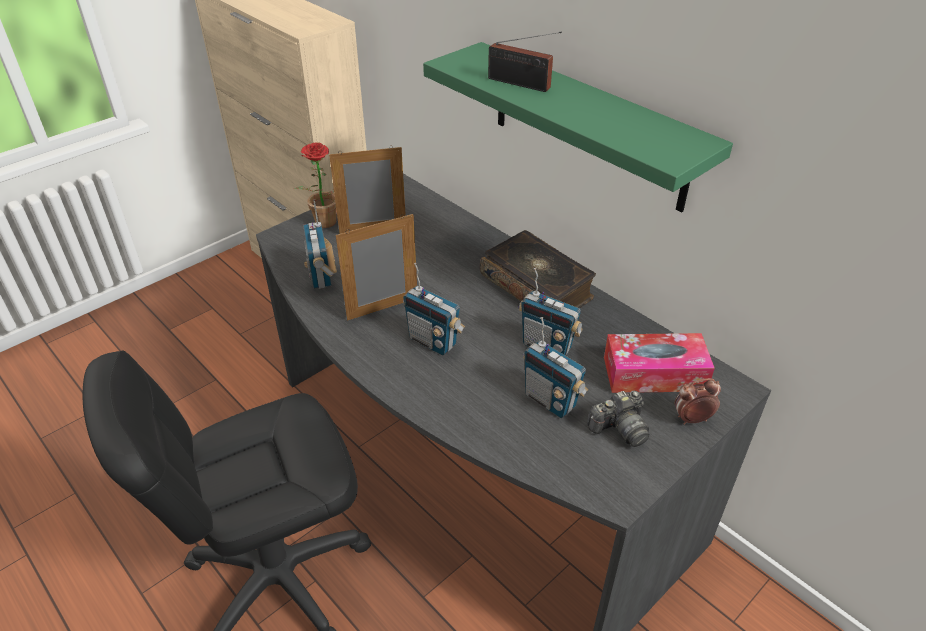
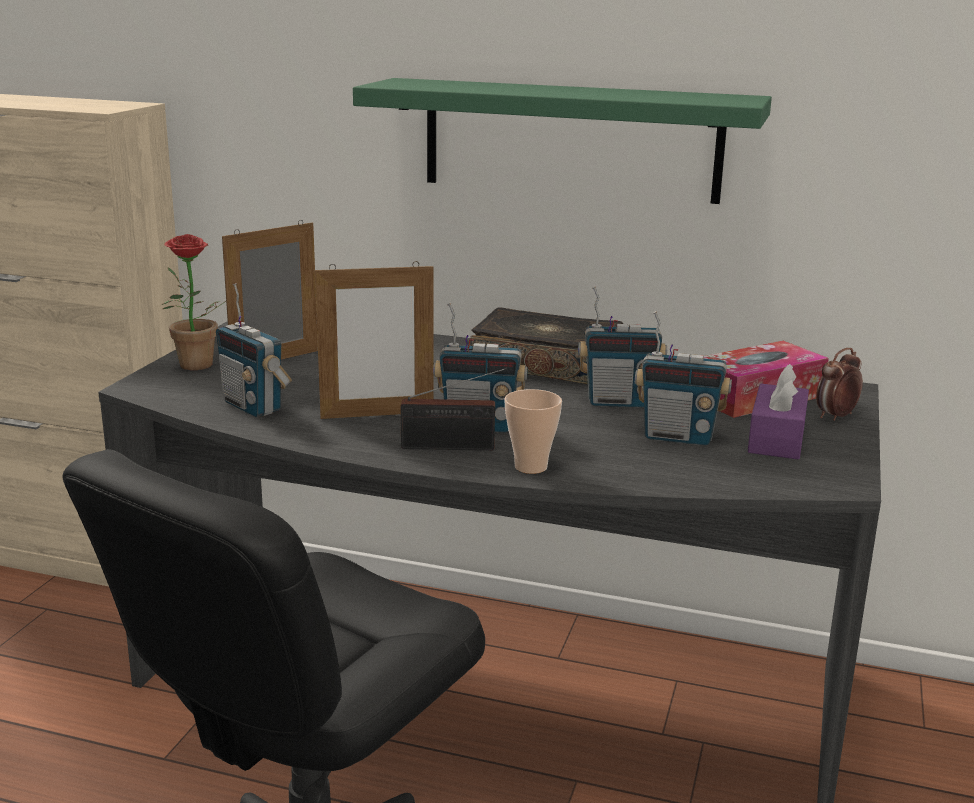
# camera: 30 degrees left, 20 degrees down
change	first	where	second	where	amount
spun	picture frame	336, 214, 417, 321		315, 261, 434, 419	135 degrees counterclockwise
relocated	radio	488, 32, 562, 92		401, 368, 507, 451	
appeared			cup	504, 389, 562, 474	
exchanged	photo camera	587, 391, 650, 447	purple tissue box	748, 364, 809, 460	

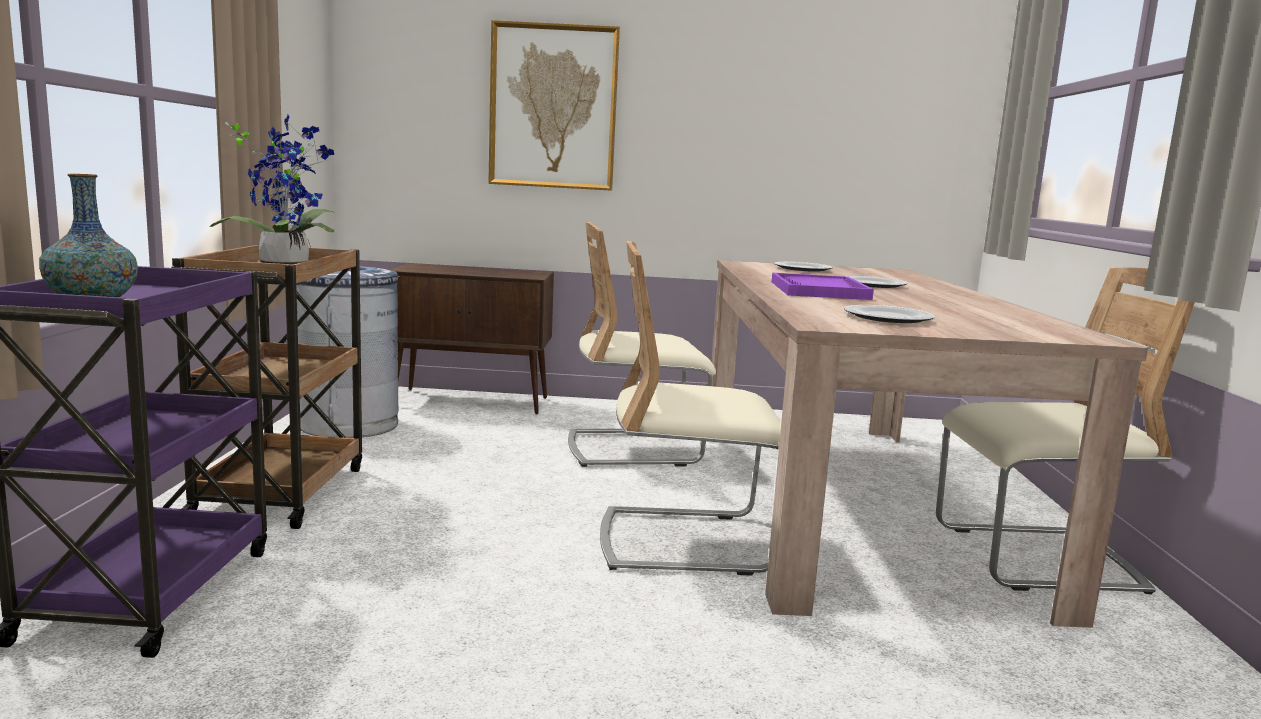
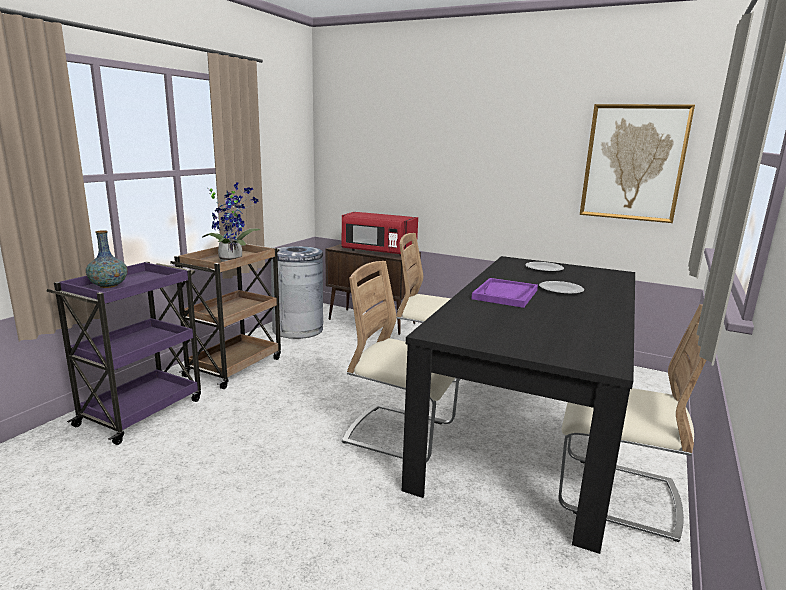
# camera: 25 degrees right, 5 degrees up
change	first	where	second	where	amount
appeared			red microwave	342, 212, 418, 256	
colour	beige dining table	712, 260, 1148, 628	black dining table	402, 256, 635, 554	
relocated	picture	488, 20, 620, 191		580, 104, 695, 223	
missing	plate	844, 305, 935, 323			

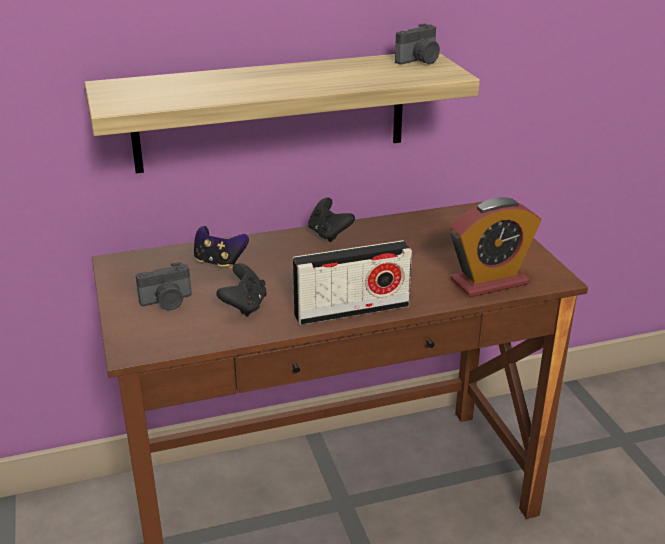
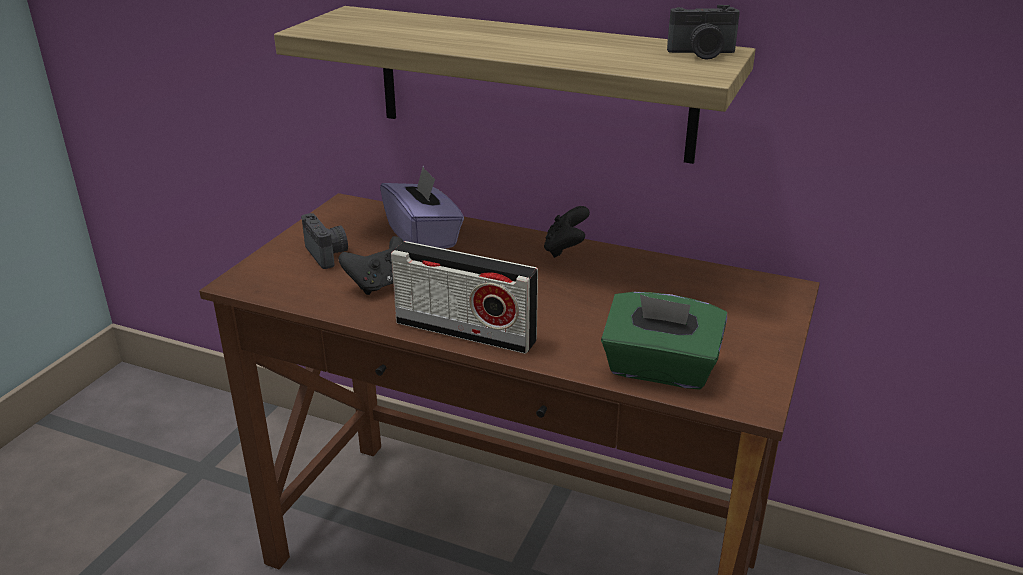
# camera: 40 degrees right, 0 degrees up
change	first	where	second	where	amount
spun	photo camera	136, 262, 192, 310		301, 213, 348, 269	135 degrees counterclockwise
exchanged	game controller	194, 226, 249, 269	purple tissue box	380, 166, 464, 249	
exchanged	alarm clock	450, 197, 541, 297	green tissue box	601, 292, 727, 389	

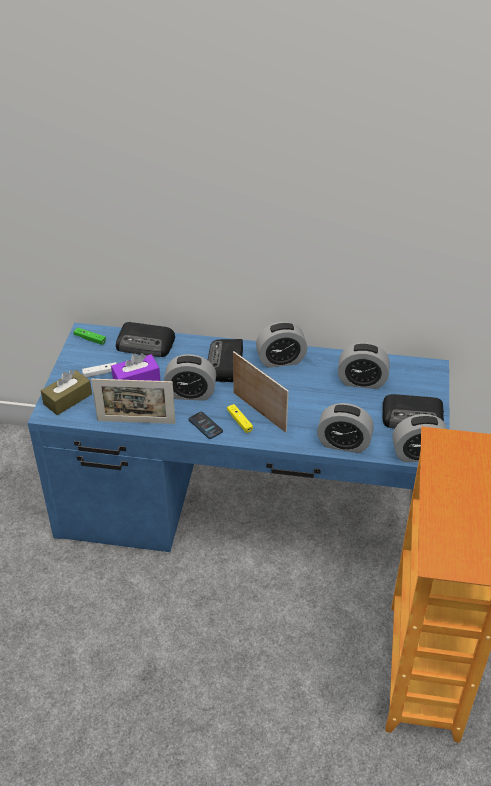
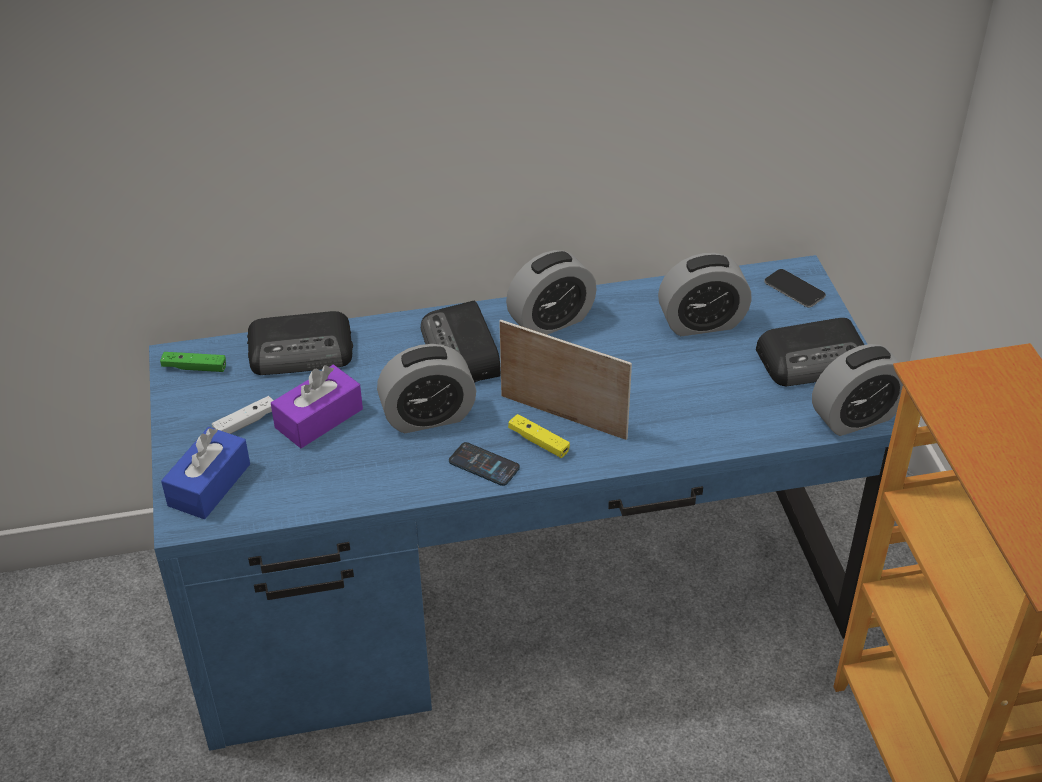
# camera: 20 degrees left, 0 degrees up
change	first	where	second	where	amount
colour	brown tissue box	41, 370, 92, 415	blue tissue box	161, 427, 250, 519	
appeared			phone	764, 269, 826, 308	
missing	picture frame	91, 379, 176, 424			
missing	alarm clock	317, 403, 374, 453			

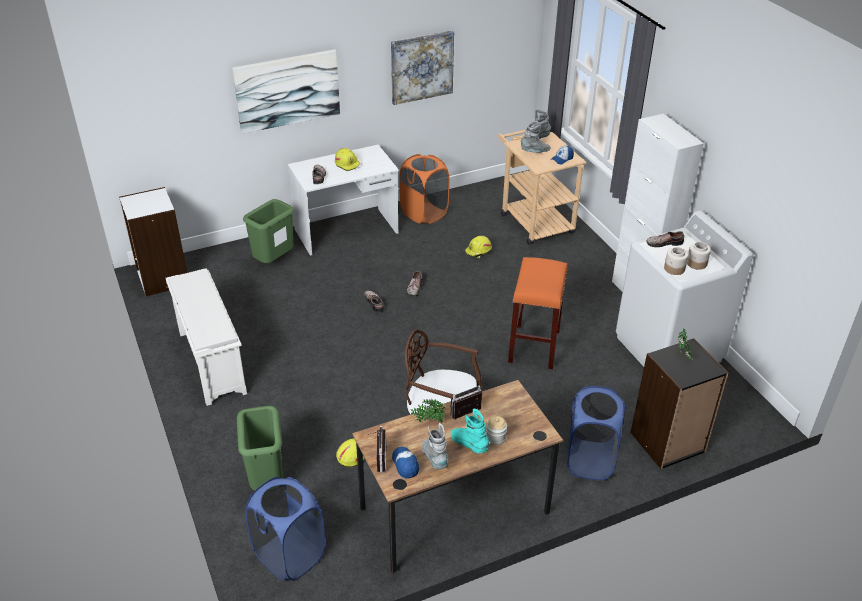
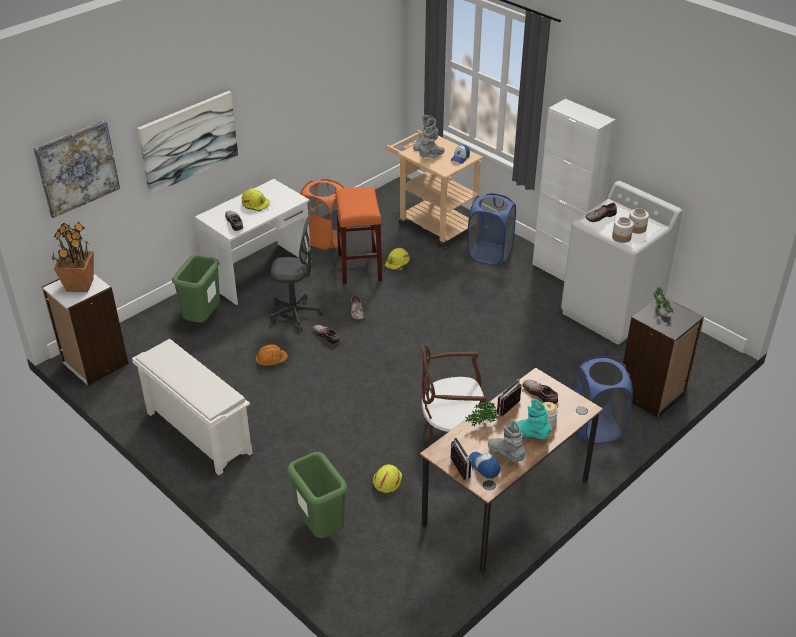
# camera: 20 degrees left, 0 degrees up
change	first	where	second	where	amount
relocated	picture	391, 31, 454, 105		33, 120, 120, 218	
appeared			potted plant	52, 222, 94, 292	
appeared			orange hard hat	256, 344, 288, 366	
appeared			grey office chair	270, 217, 323, 331	
relocated	orange stool	508, 257, 567, 369		335, 187, 382, 284	
relocated	blue laundry basket	245, 477, 325, 581		467, 193, 516, 265	
appeared			shoe	523, 380, 558, 404	

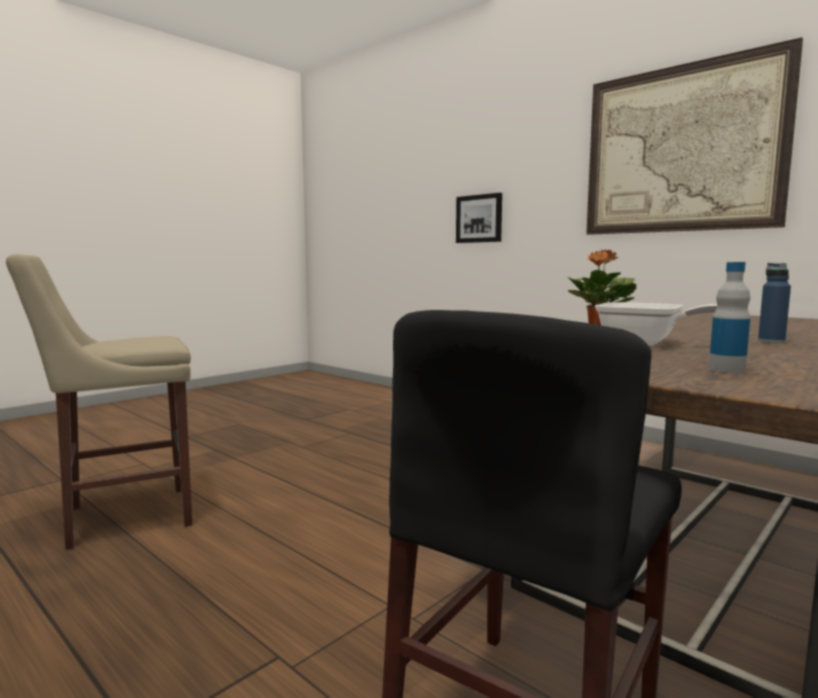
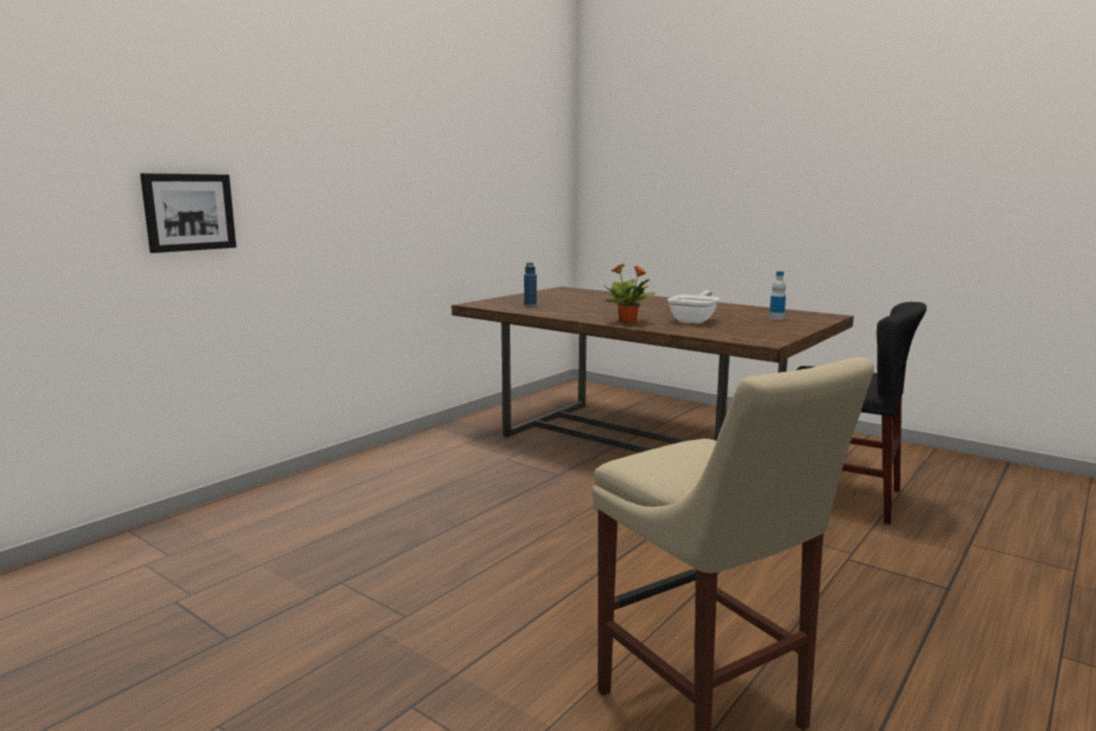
# camera: 95 degrees left, 5 degrees up
change	first	where	second	where	amount
relocated	blue bottle	758, 263, 791, 343		524, 263, 537, 306	
missing	picture	586, 37, 803, 235			

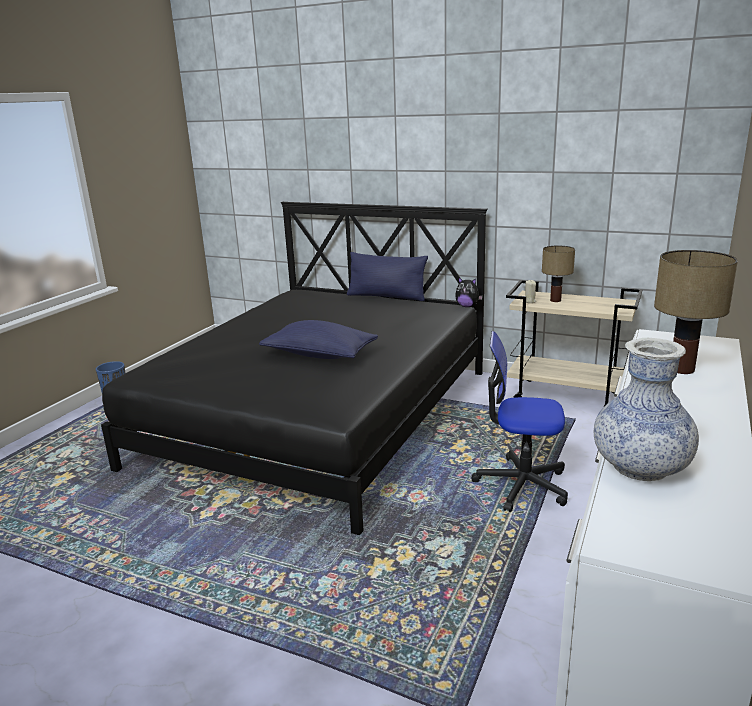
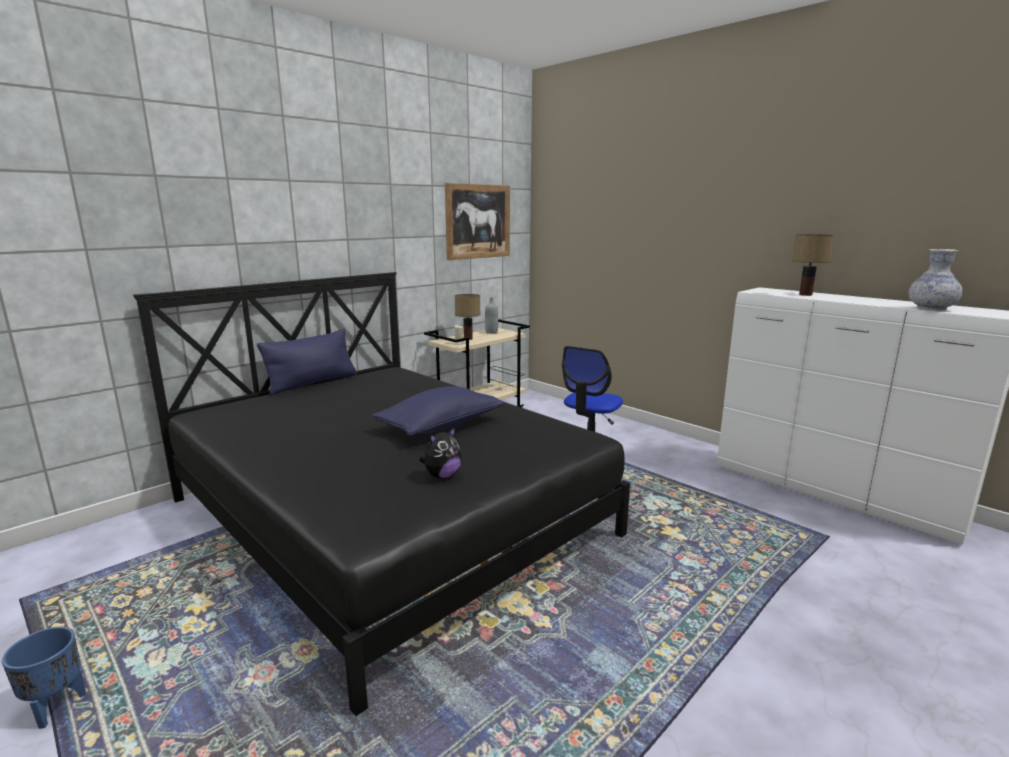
# camera: 70 degrees left, 5 degrees down
change	first	where	second	where	amount
relocated	plush toy	455, 278, 483, 307		419, 427, 462, 479	
appeared			picture	445, 183, 510, 260	
appeared			grey bottle	485, 297, 498, 334	

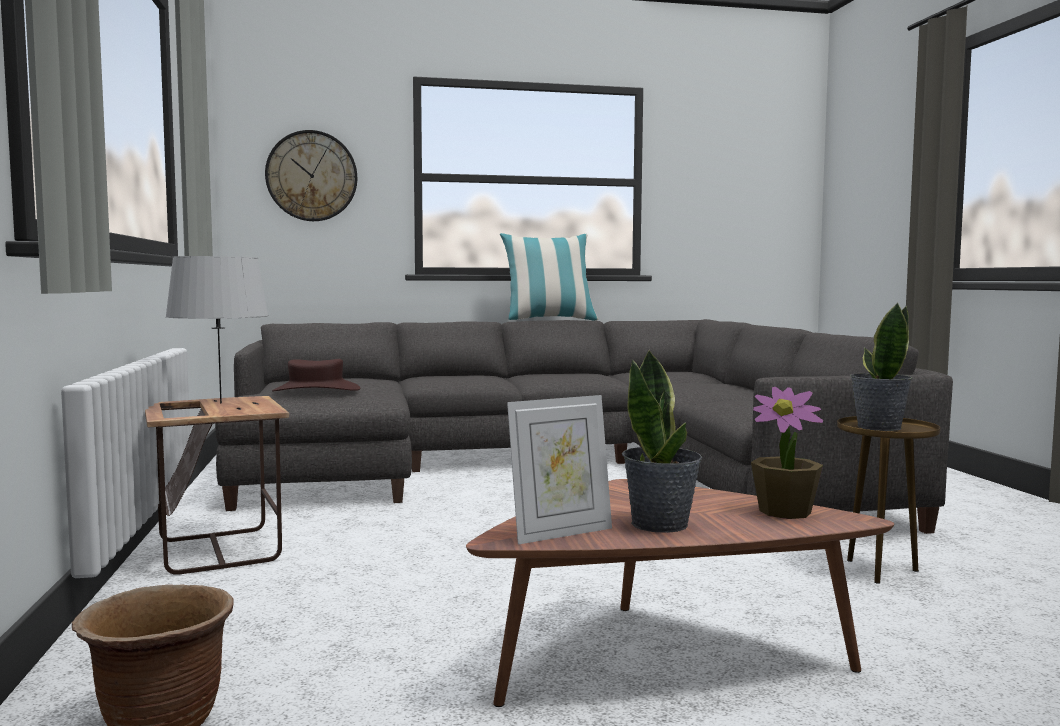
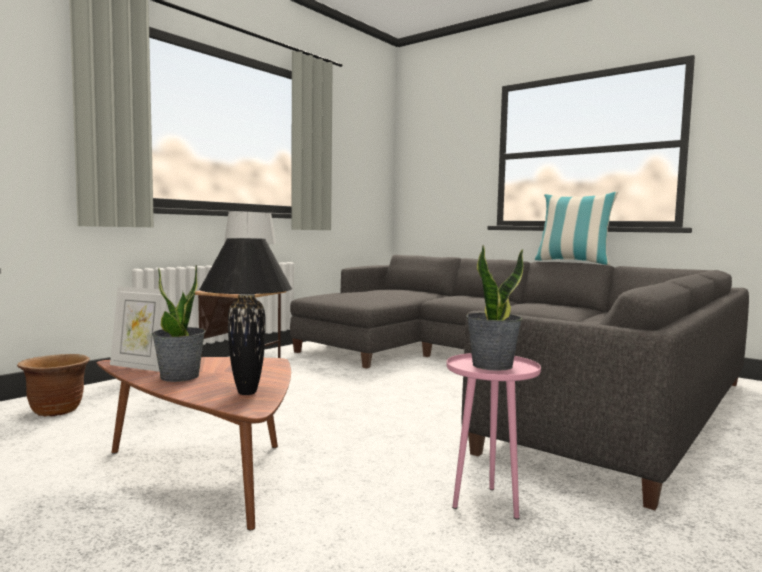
# camera: 50 degrees right, 0 degrees up
change	first	where	second	where	amount
exchanged	potted plant	751, 387, 823, 519	black table lamp	199, 238, 292, 395	
colour	brown side table	837, 416, 941, 584	pink side table	447, 353, 541, 519	
missing	wall clock	265, 130, 357, 221			
missing	brown hat	272, 359, 360, 392			

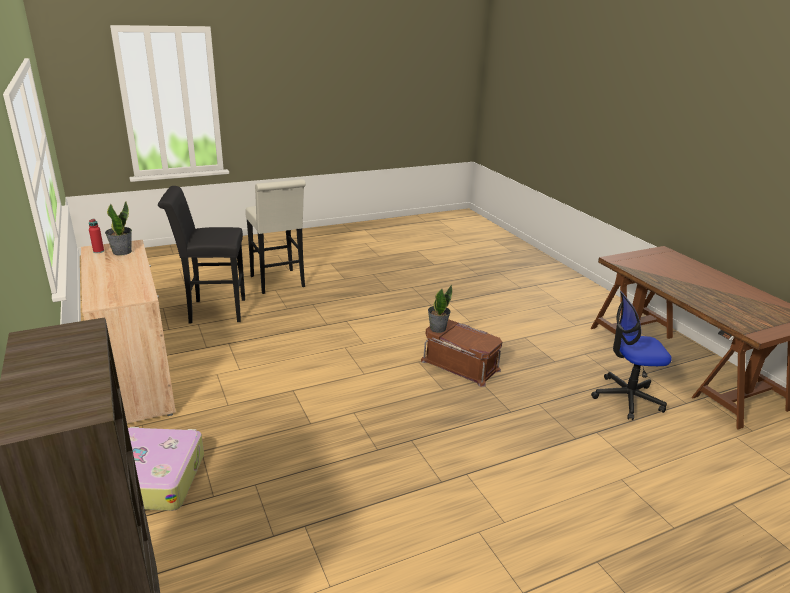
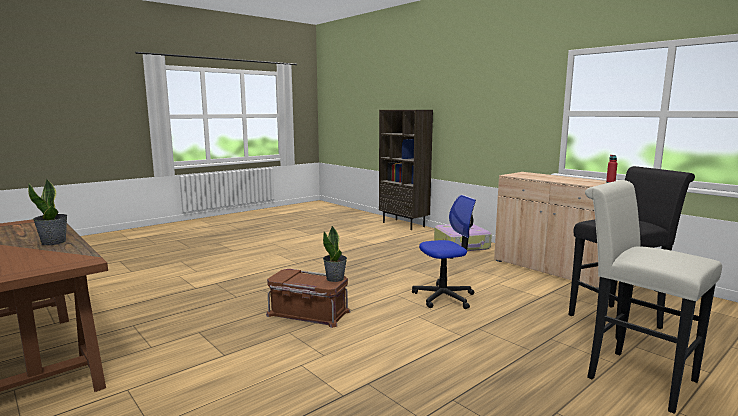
# camera: 165 degrees right, 15 degrees down
change	first	where	second	where	amount
relocated	potted plant	105, 201, 132, 256		28, 179, 68, 245	
relocated	office chair	591, 291, 672, 420		412, 195, 476, 309	

